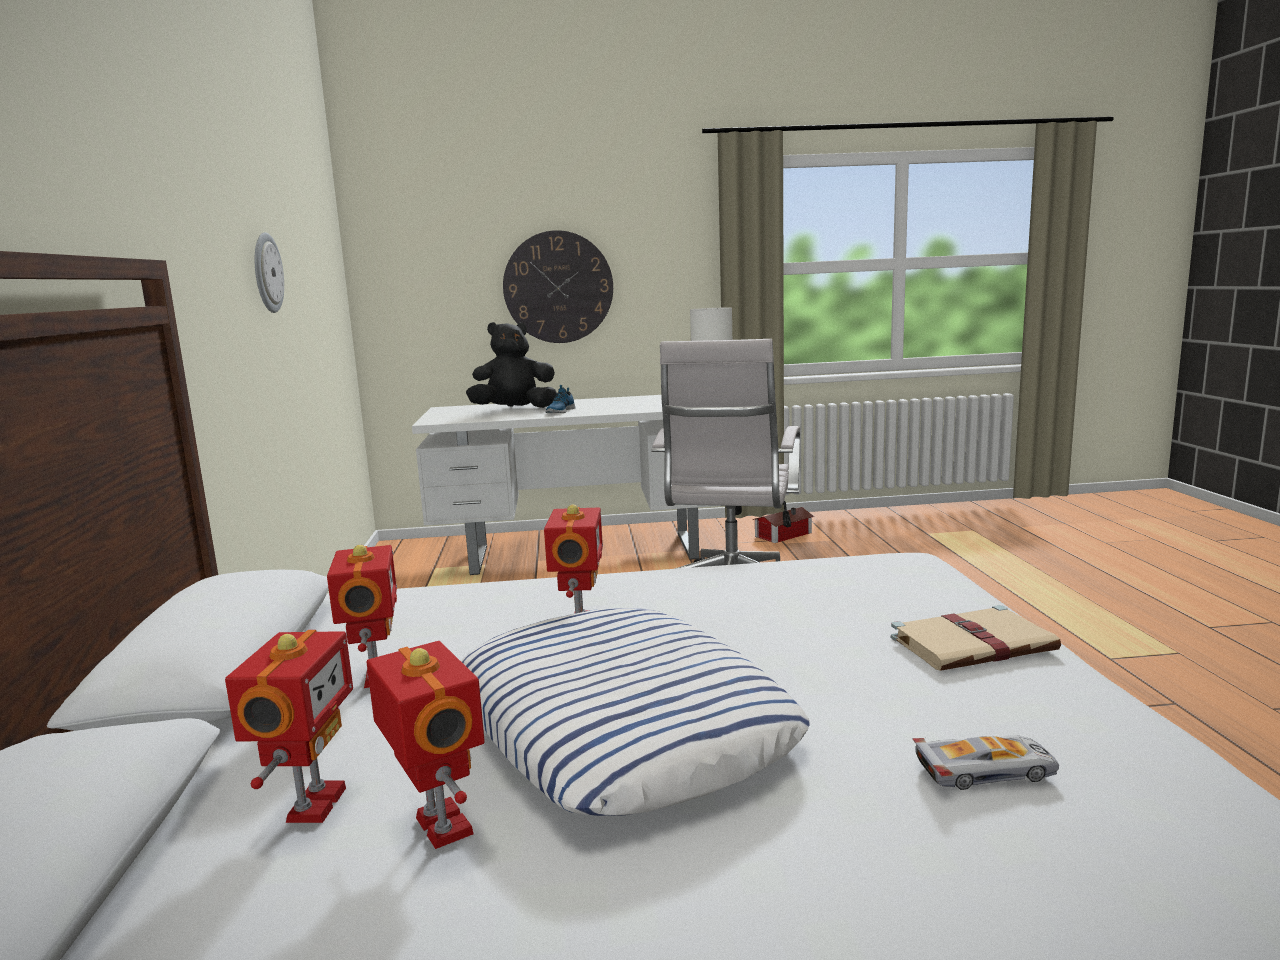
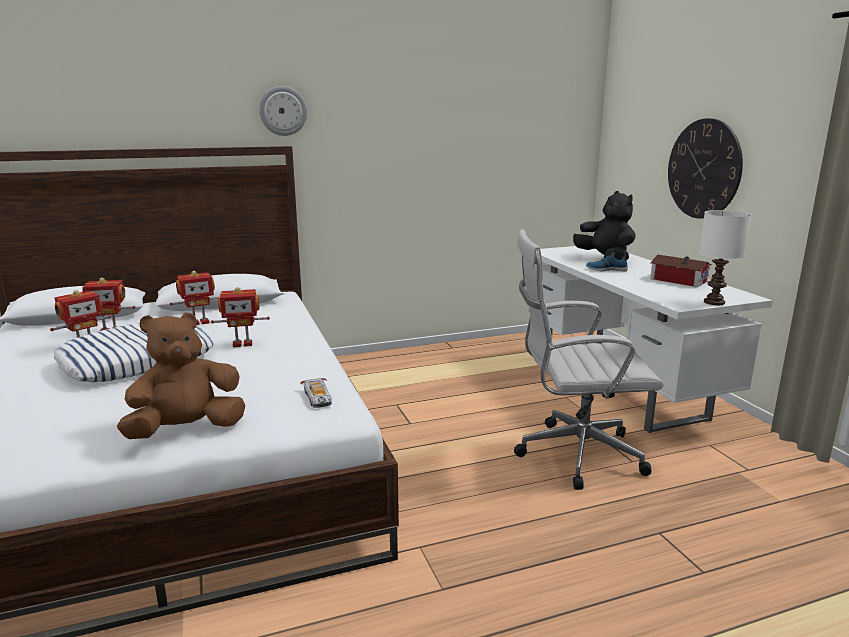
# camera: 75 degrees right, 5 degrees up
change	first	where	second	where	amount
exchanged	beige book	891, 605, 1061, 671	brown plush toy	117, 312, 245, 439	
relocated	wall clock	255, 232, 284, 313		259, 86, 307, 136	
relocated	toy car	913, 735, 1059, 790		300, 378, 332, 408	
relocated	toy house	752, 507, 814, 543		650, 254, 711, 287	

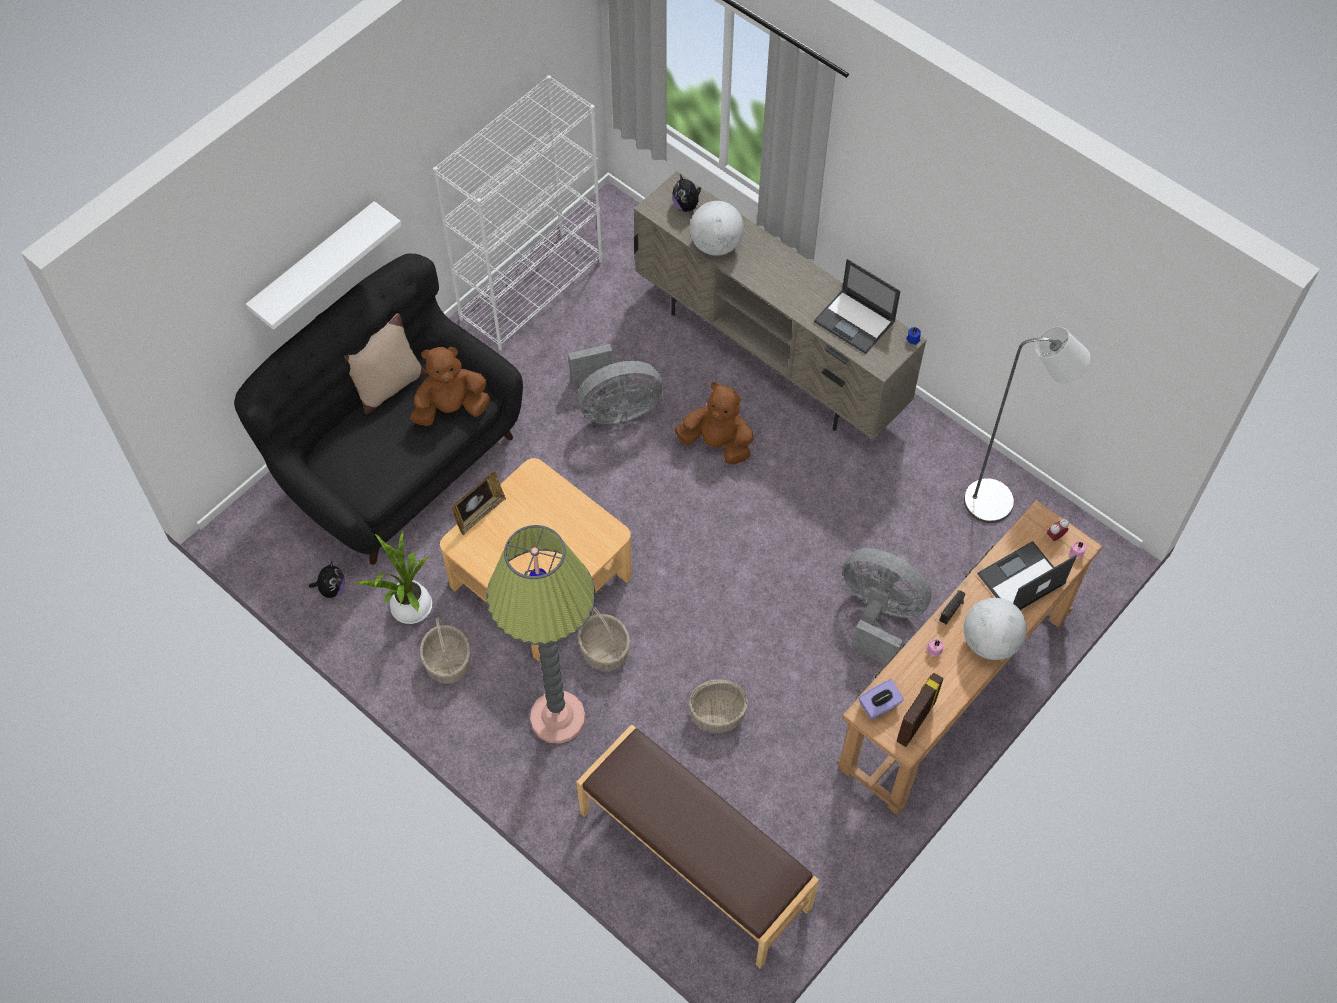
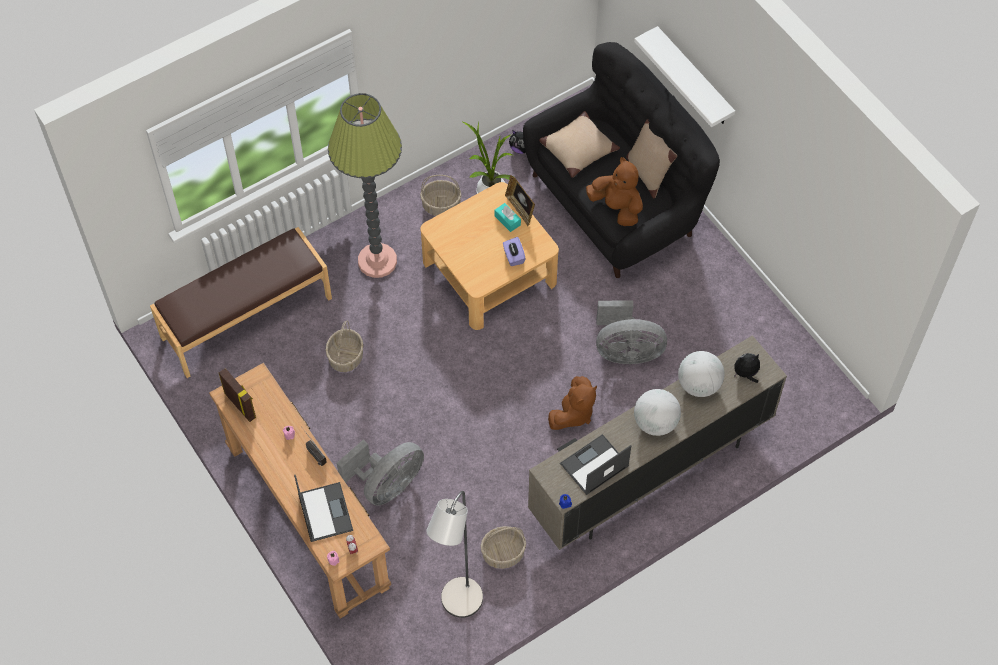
# camera: 105 degrees right, 0 degrees up
change	first	where	second	where	amount
relocated	basket	578, 607, 630, 671		481, 526, 526, 569	
appeared			turquoise tissue box	495, 203, 521, 232	
relocated	purple tissue box	859, 679, 904, 720		503, 237, 526, 266	
appeared			beige pillow	539, 111, 620, 178	
spun	brown plush toy	410, 346, 490, 426		586, 157, 643, 226	45 degrees counterclockwise
spun	grey fan	568, 344, 663, 424		596, 300, 667, 364	90 degrees counterclockwise
relocated	globe	964, 598, 1027, 660		634, 389, 681, 436	
missing	white bookcase	433, 75, 602, 351			

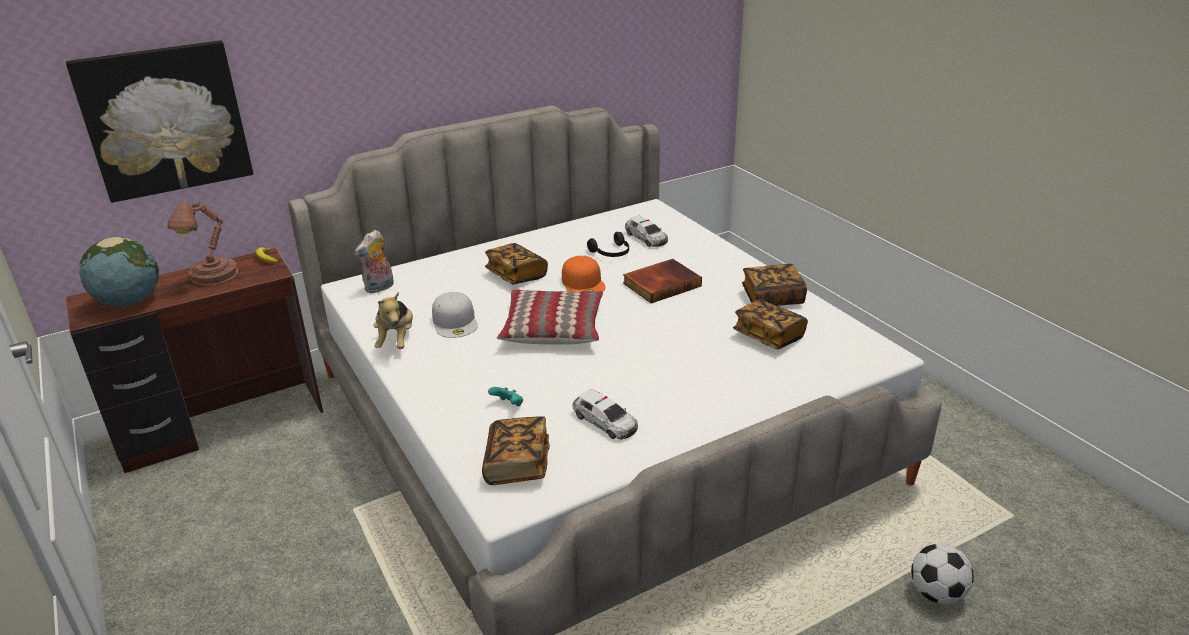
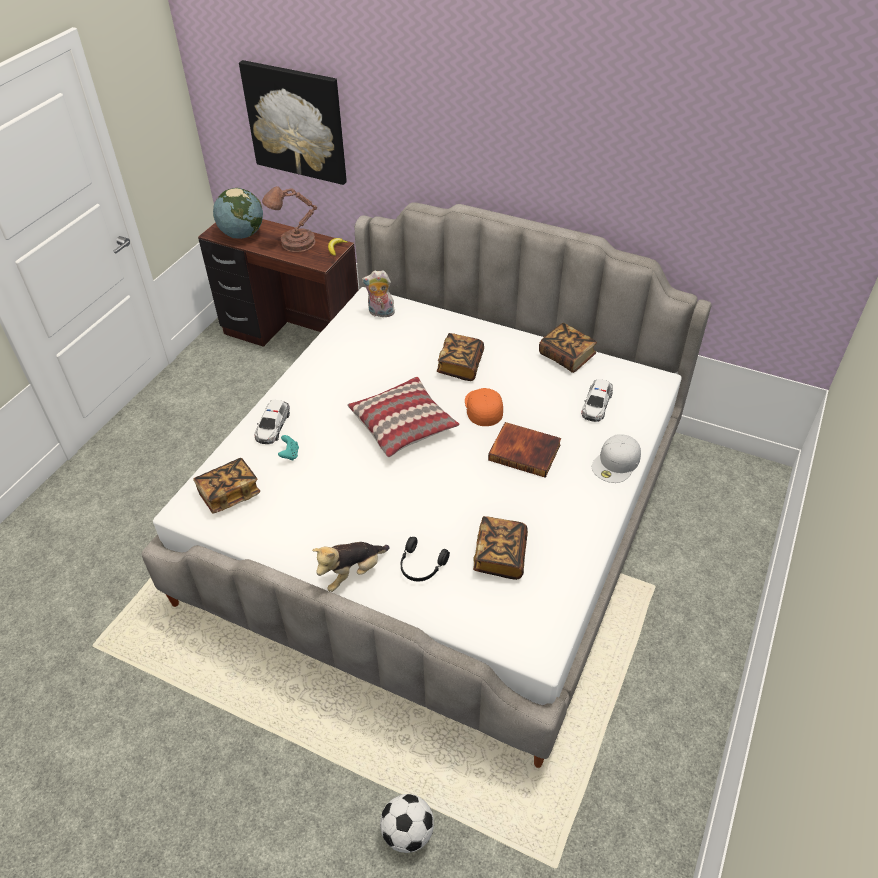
# camera: 55 degrees right, 15 degrees up
change	first	where	second	where	amount
relocated	toy car	572, 389, 638, 439		255, 400, 290, 444	
relocated	plush toy	373, 292, 413, 349		312, 542, 390, 592	
relocated	black headphones	587, 232, 629, 257		401, 537, 450, 581	
spun	orange cap	562, 256, 605, 292		465, 388, 503, 426	135 degrees clockwise
relocated	book	742, 264, 807, 306		539, 323, 597, 373	
relocated	white cap	432, 292, 478, 338		592, 434, 641, 483	

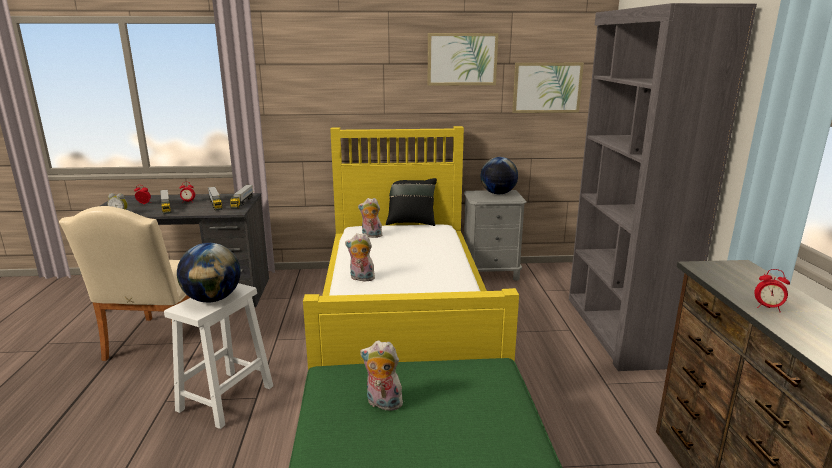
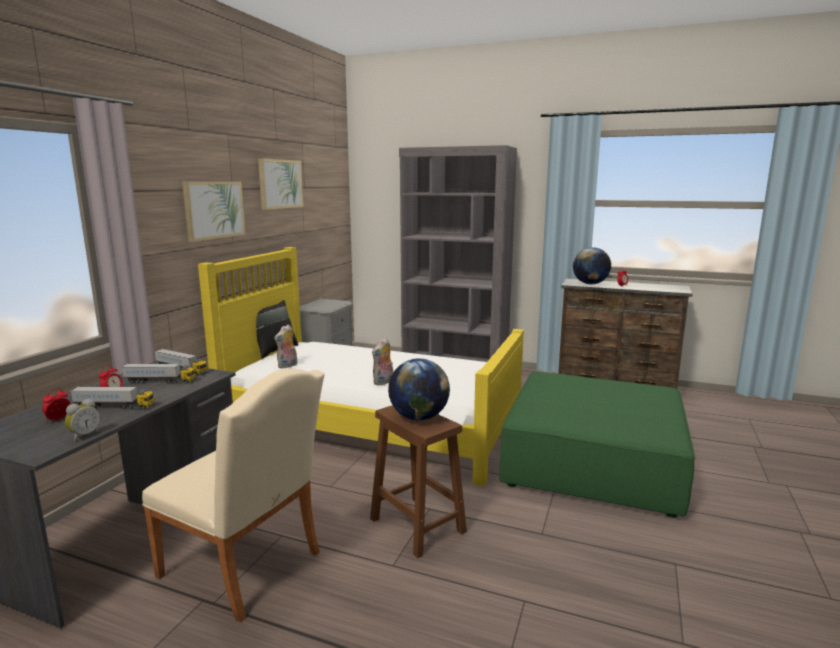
# camera: 65 degrees left, 5 degrees down
change	first	where	second	where	amount
relocated	picture	512, 63, 584, 113		182, 181, 246, 242	
colour	white stool	164, 283, 273, 429	brown stool	370, 405, 467, 558	
relocated	globe	480, 157, 518, 194		573, 247, 611, 284	
missing	plush toy	360, 340, 407, 411			

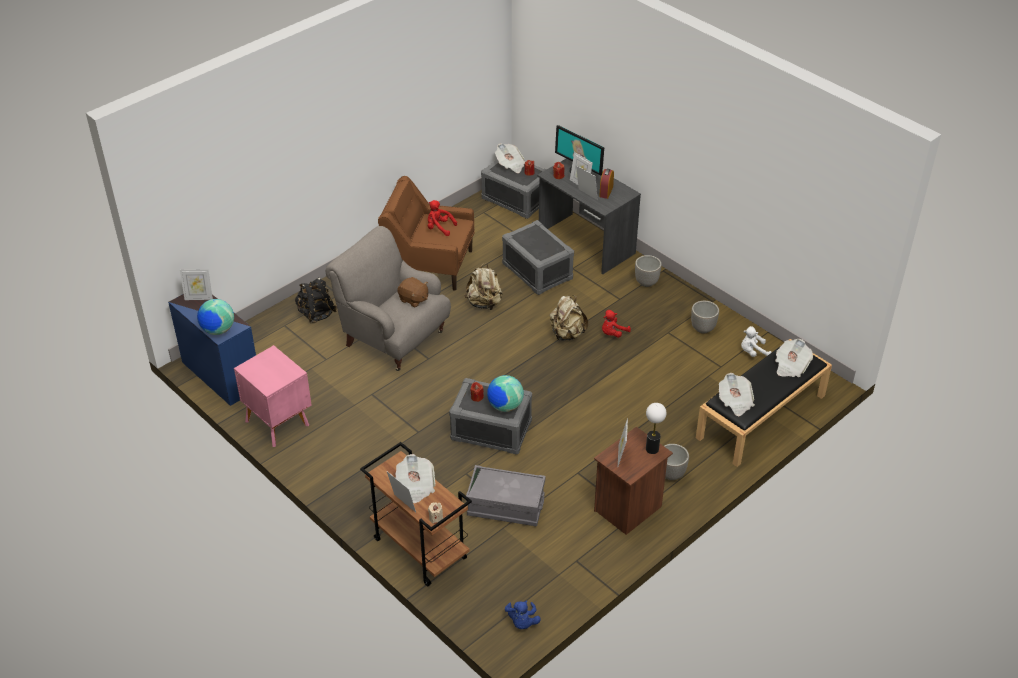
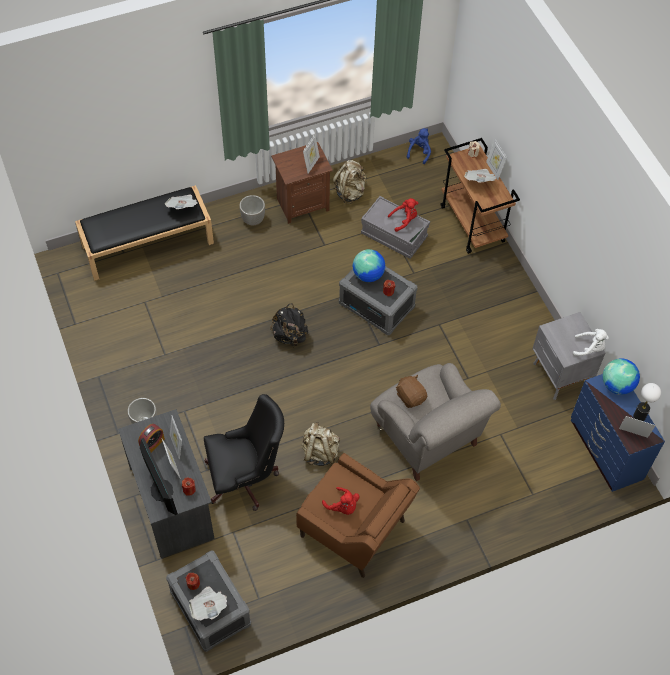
# camera: 160 degrees left, 15 degrees up
change	first	where	second	where	amount
exchanged	grey storage box	502, 220, 574, 295	black office chair	204, 394, 284, 511	
relocated	black backpack	295, 277, 337, 323		270, 303, 308, 348	
relocated	beige backpack	550, 296, 588, 341		333, 160, 367, 204	
relocated	red plush toy	602, 310, 631, 338		388, 198, 418, 232	
colour	pink nightstand	234, 345, 312, 447	grey nightstand	533, 312, 605, 400	
relocated	white plush toy	741, 326, 772, 357		573, 329, 609, 356	
relocated	table lamp	646, 403, 667, 454		633, 383, 661, 421	
missing	planter	691, 301, 719, 334			
missing	newspaper	775, 339, 813, 377			

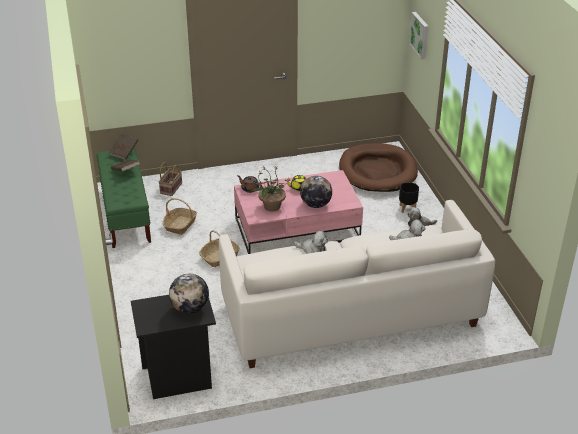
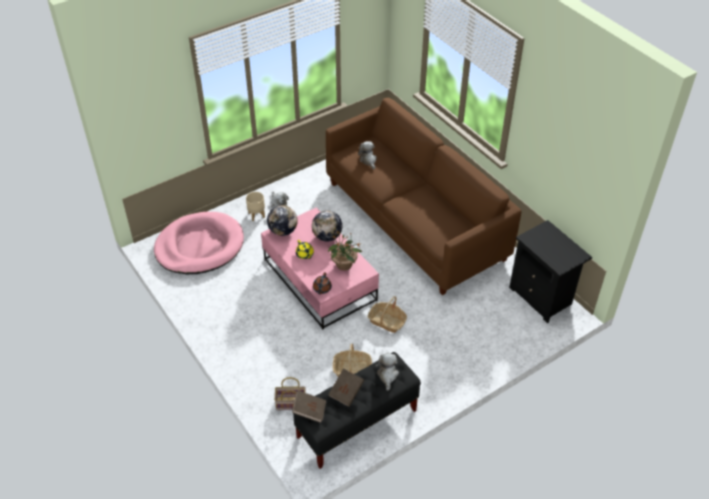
# camera: 110 degrees left, 10 degrees up
change	first	where	second	where	amount
colour	brown dog bed	339, 143, 418, 192	pink dog bed	154, 212, 244, 274	
colour	black planter	399, 182, 419, 213	beige planter	246, 192, 265, 221	
relocated	globe	169, 274, 209, 314		267, 205, 298, 236	
colour	green bench	97, 148, 151, 248	black bench	292, 352, 421, 469	
colour	white sofa	219, 200, 495, 368	brown sofa	326, 98, 521, 295	
relocated	plush toy	294, 231, 328, 254		376, 353, 399, 391	
missing	picture	409, 12, 429, 59			

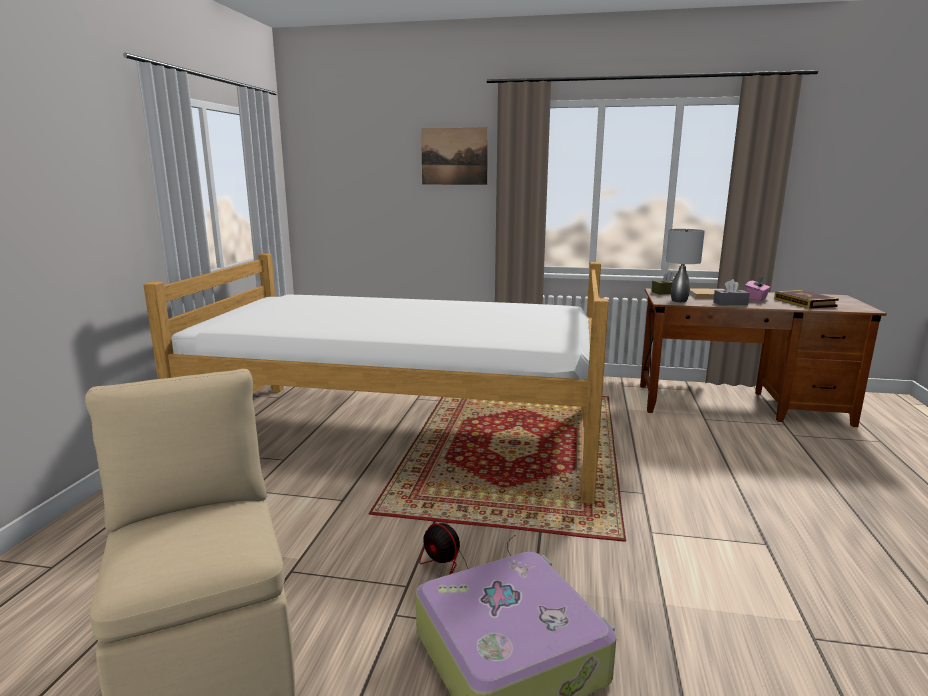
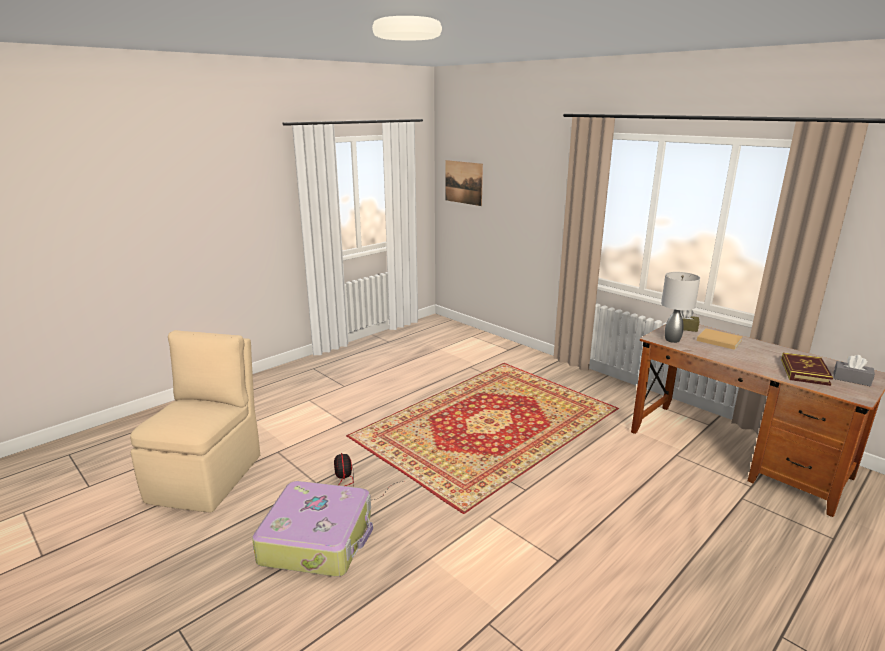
# camera: 35 degrees right, 5 degrees up
change	first	where	second	where	amount
relocated	picture	421, 128, 488, 185		445, 160, 483, 206	
relocated	grey tissue box	713, 279, 750, 305		833, 355, 875, 387	
missing	bed	143, 253, 609, 504			
missing	pink tissue box	745, 277, 770, 301			

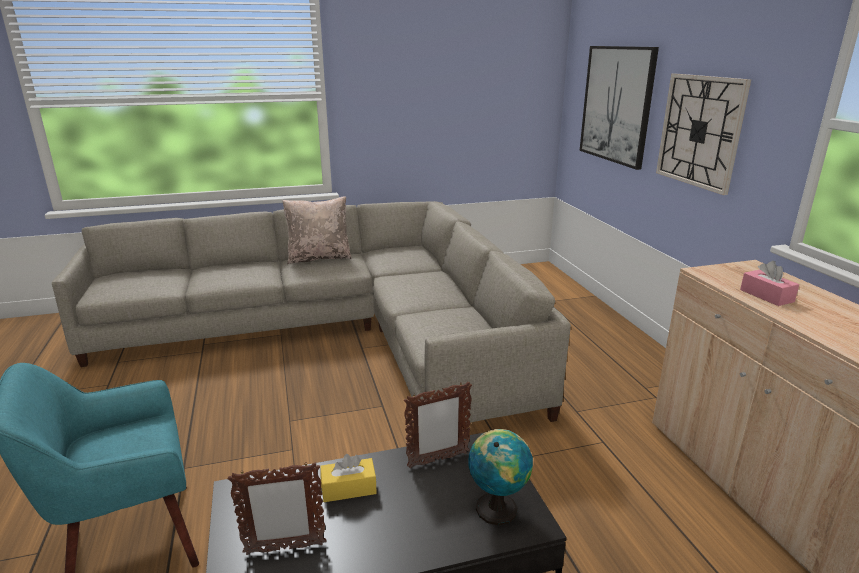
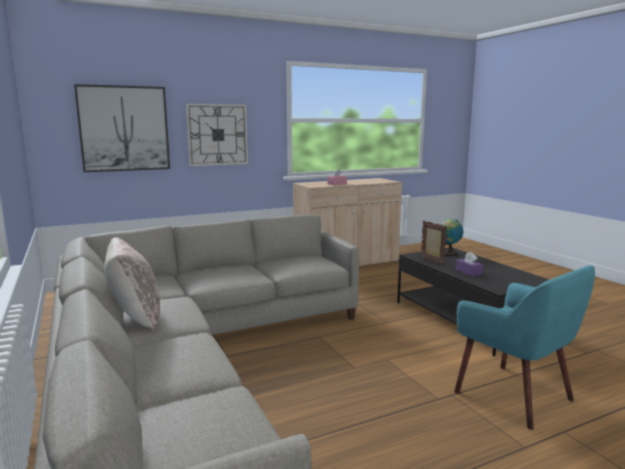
# camera: 100 degrees left, 10 degrees down
change	first	where	second	where	amount
colour	yellow tissue box	320, 454, 377, 502	purple tissue box	456, 252, 483, 276	
missing	picture frame	228, 462, 326, 555			

